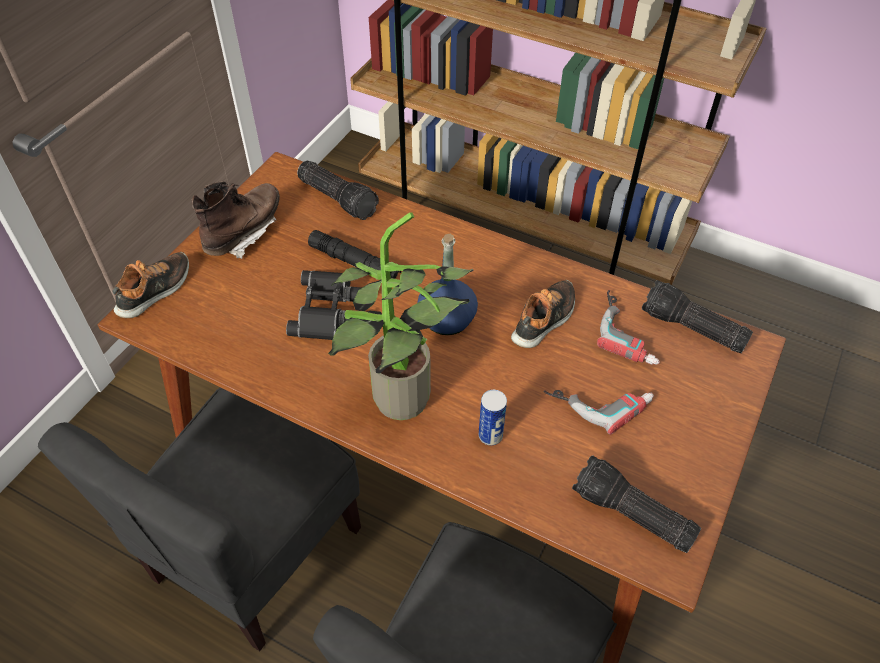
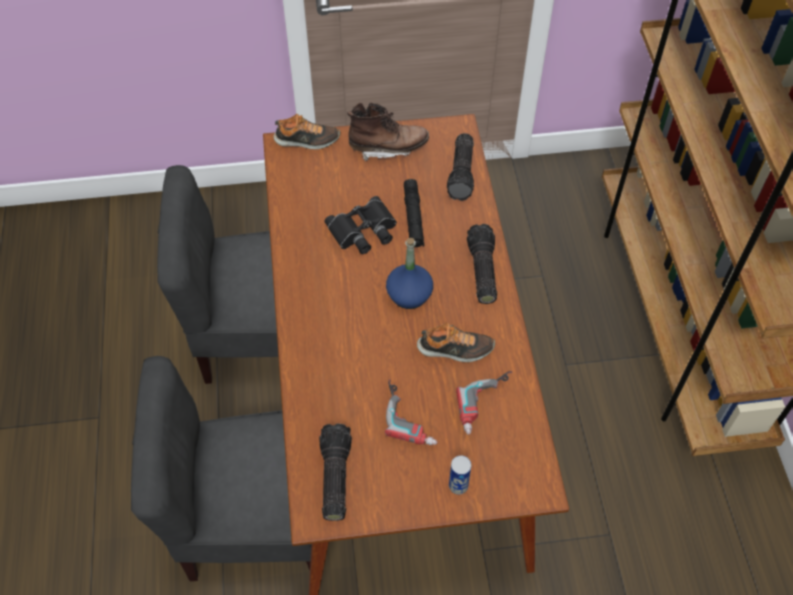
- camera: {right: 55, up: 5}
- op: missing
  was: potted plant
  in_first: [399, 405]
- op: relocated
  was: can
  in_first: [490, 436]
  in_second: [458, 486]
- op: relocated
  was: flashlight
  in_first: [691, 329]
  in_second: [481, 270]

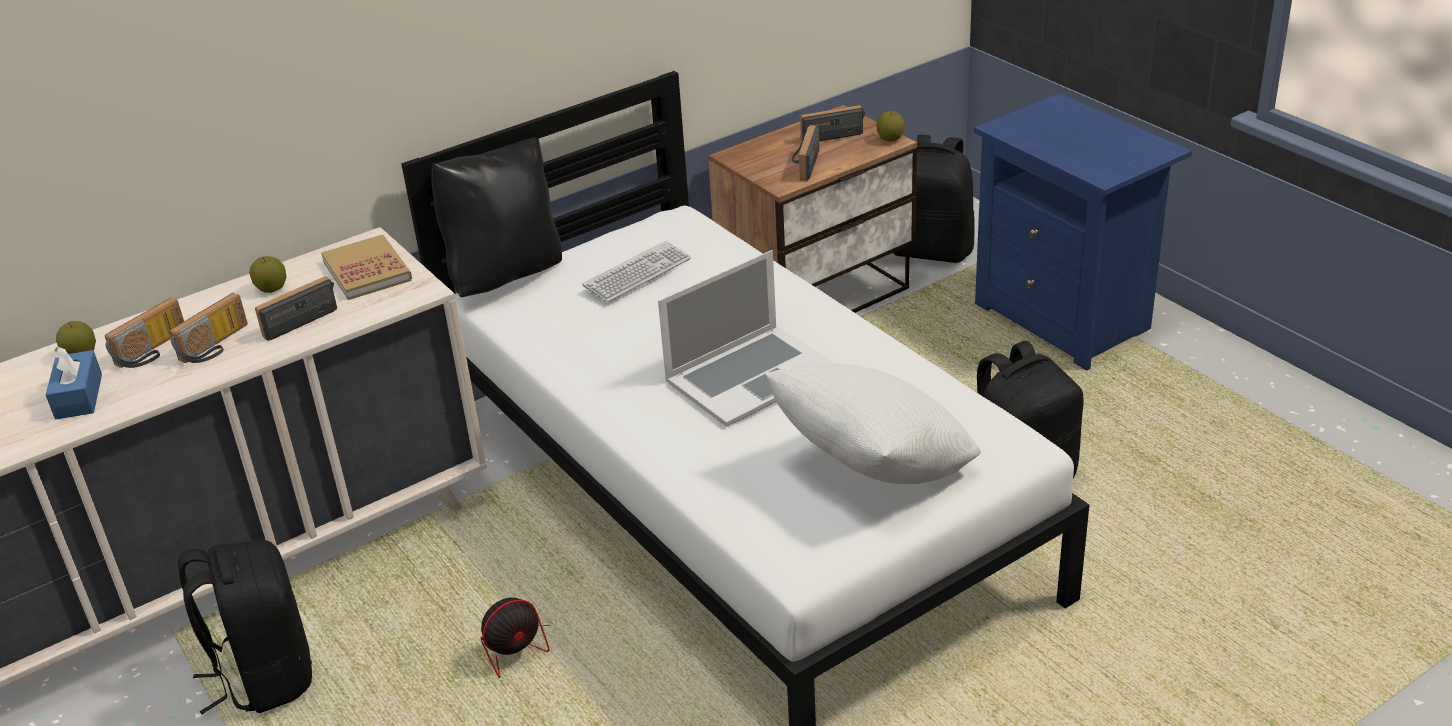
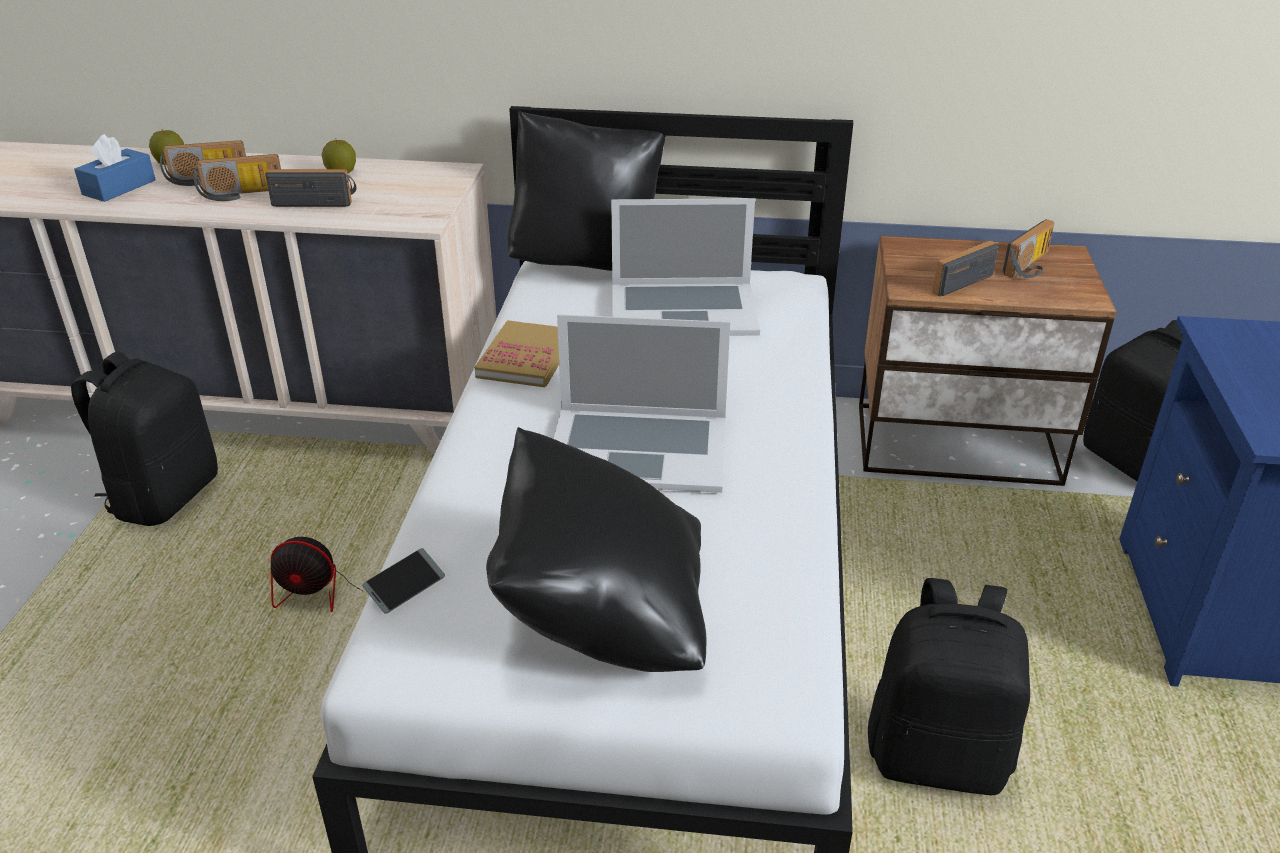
- camera: {right: 40, up: 0}
- op: relocated
  was: book
  in_first: [367, 271]
  in_second: [526, 358]
- op: exchanged
  was: keyboard
  now: laptop
  in_first: [637, 273]
  in_second: [683, 309]
- op: colour
  was: pillow (white)
  now: pillow (black)
  in_first: [873, 471]
  in_second: [603, 614]
- op: spun
  was: radio
  in_first: [832, 134]
  in_second: [1031, 267]
  clockwise: 105
- op: missing
  was: apple
  in_first: [890, 139]
- op: appeared
  now: phone
  in_second: [405, 587]

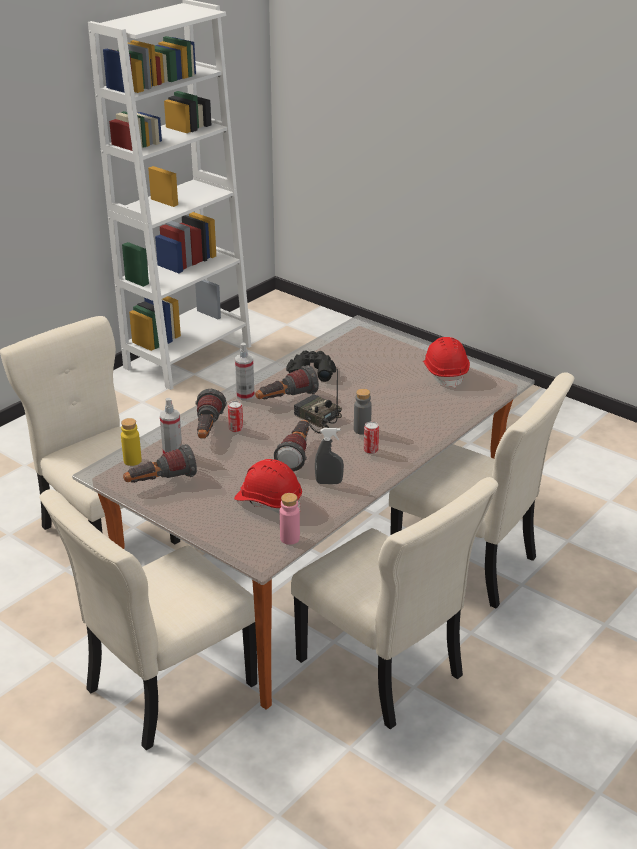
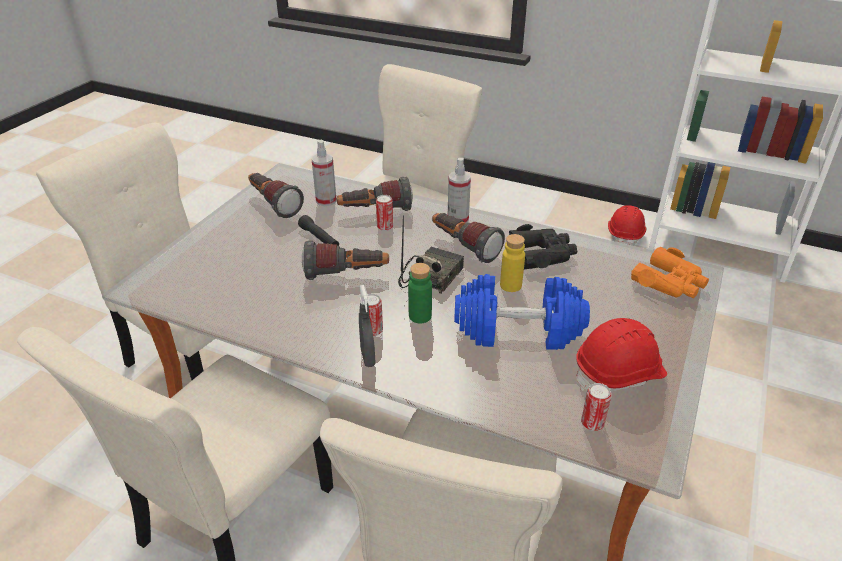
- camera: {right: 75, up: 5}
- op: relocated
  was: bottle (yellow)
  in_first: [132, 461]
  in_second: [510, 285]
- op: relocated
  was: hard hat (red)
  in_first: [268, 501]
  in_second: [625, 235]
- op: missing
  was: bottle (pink)
  in_first: [290, 538]
- op: relocated
  was: spray bottle (grey)
  in_first: [329, 482]
  in_second: [367, 357]
- op: colour
  was: bottle (grey)
  now: bottle (green)
  in_first: [362, 430]
  in_second: [420, 316]
- op: appeared
  now: flashlight (black)
  in_second: [319, 239]
- op: appeared
  now: dumbbell (blue)
  in_second: [518, 330]
- op: appeared
  now: can
  in_second: [592, 423]
- op: appeared
  now: binoculars (orange)
  in_second: [669, 282]

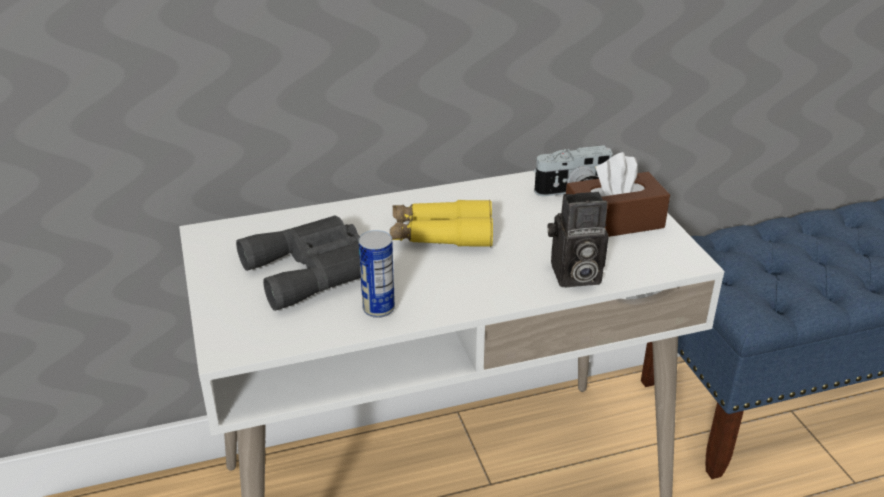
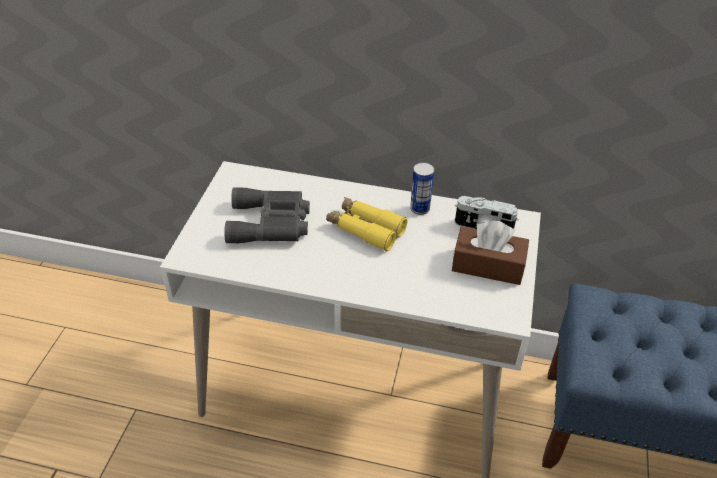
- camera: {right: 30, up: 10}
- op: relocated
  was: can
  in_first: [378, 308]
  in_second: [420, 209]
- op: missing
  was: photo camera
  in_first: [573, 276]

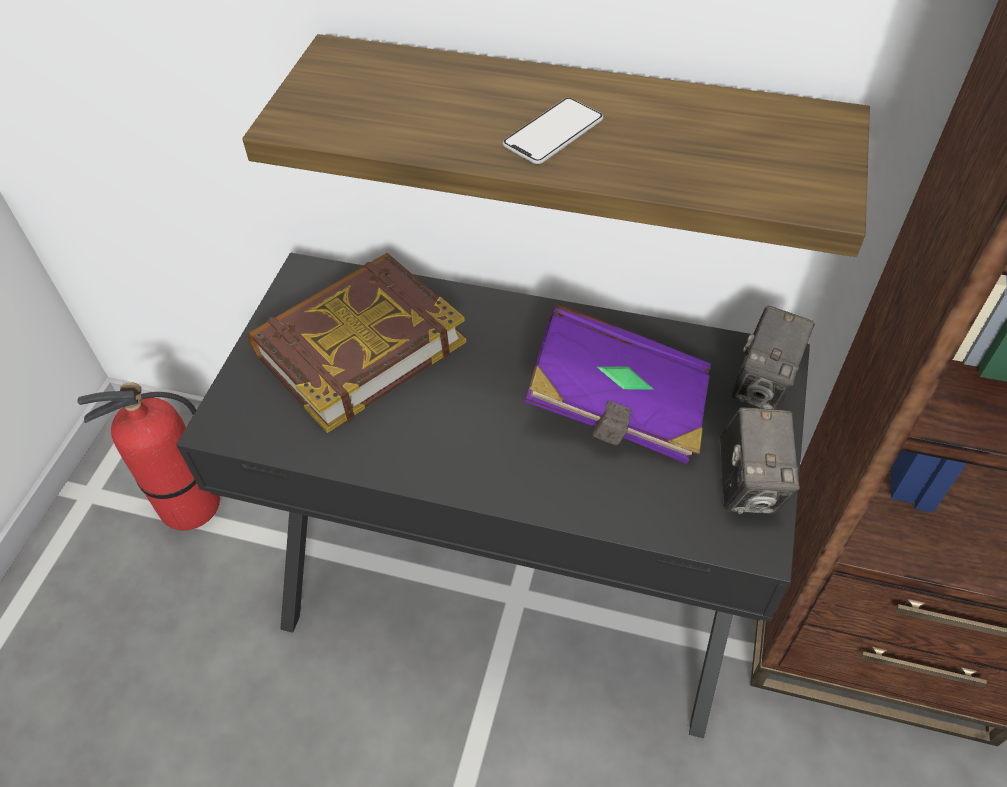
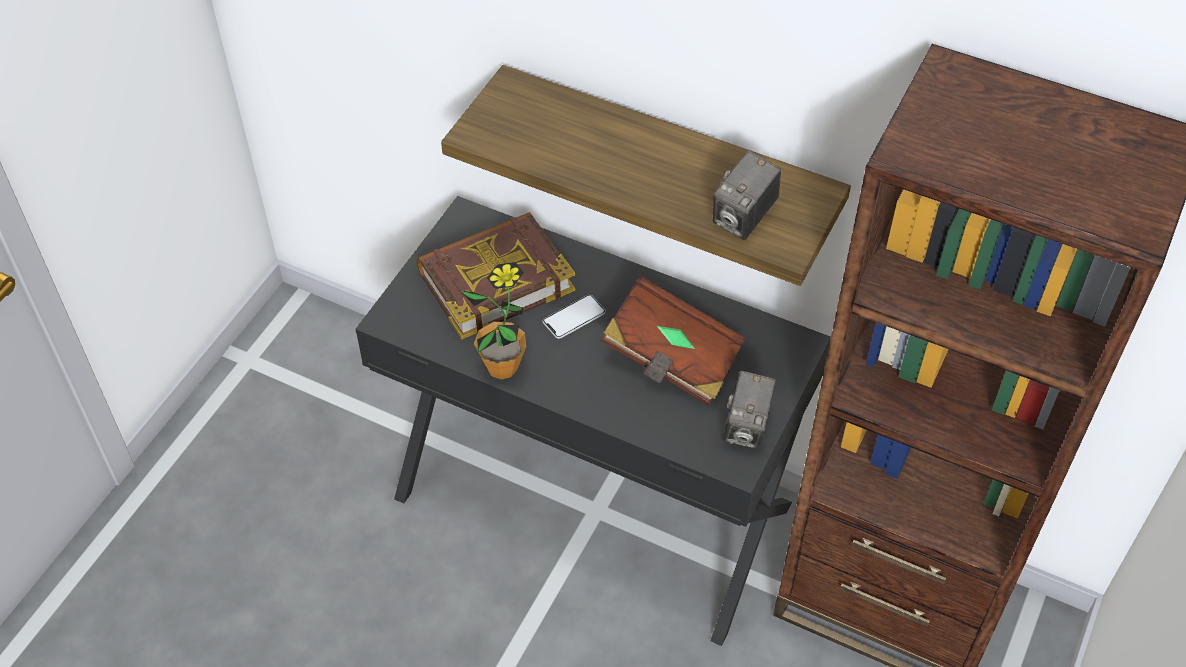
- camera: {right: 10, up: 0}
- op: missing
  was: fire extinguisher
  in_first: [190, 506]
- op: relocated
  was: phone
  in_first: [553, 133]
  in_second: [574, 317]
- op: colour
  was: book (purple)
  now: book (brown)
  in_first: [617, 408]
  in_second: [672, 358]
- op: relocated
  was: photo camera
  in_first: [763, 386]
  in_second: [744, 219]
- op: appeared
  now: potted plant
  in_second: [502, 366]

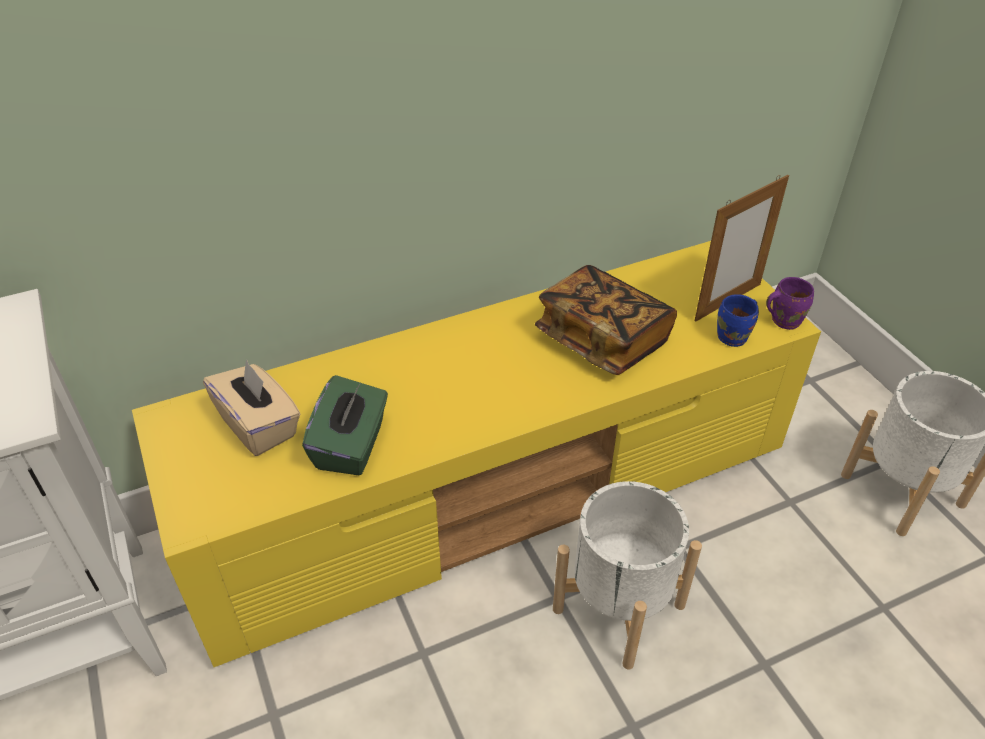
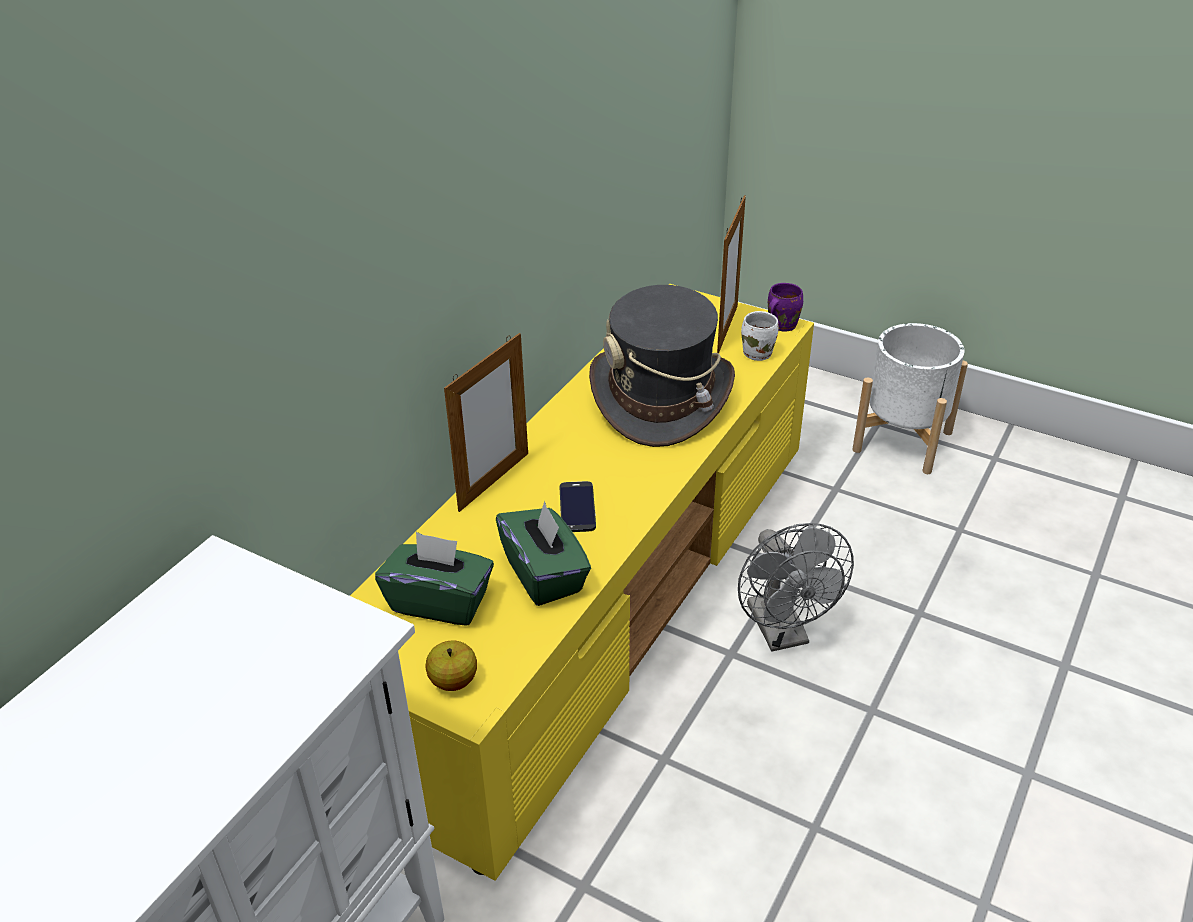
- camera: {right: -35, up: -5}
- op: colour
  was: tissue box (beige)
  now: tissue box (green)
  in_first: [259, 425]
  in_second: [440, 602]
- op: exchanged
  was: book
  now: hat (grey)
  in_first: [602, 339]
  in_second: [661, 398]
- op: exchanged
  was: planter (white)
  now: fan (grey)
  in_first: [618, 606]
  in_second: [783, 633]
- op: colour
  was: mug (blue)
  now: mug (white)
  in_first: [735, 337]
  in_second: [759, 353]
- op: appeared
  now: apple
  in_second: [453, 681]
- op: appeared
  now: picture frame
  in_second: [494, 481]
- op: appeared
  now: phone
  in_second: [577, 507]

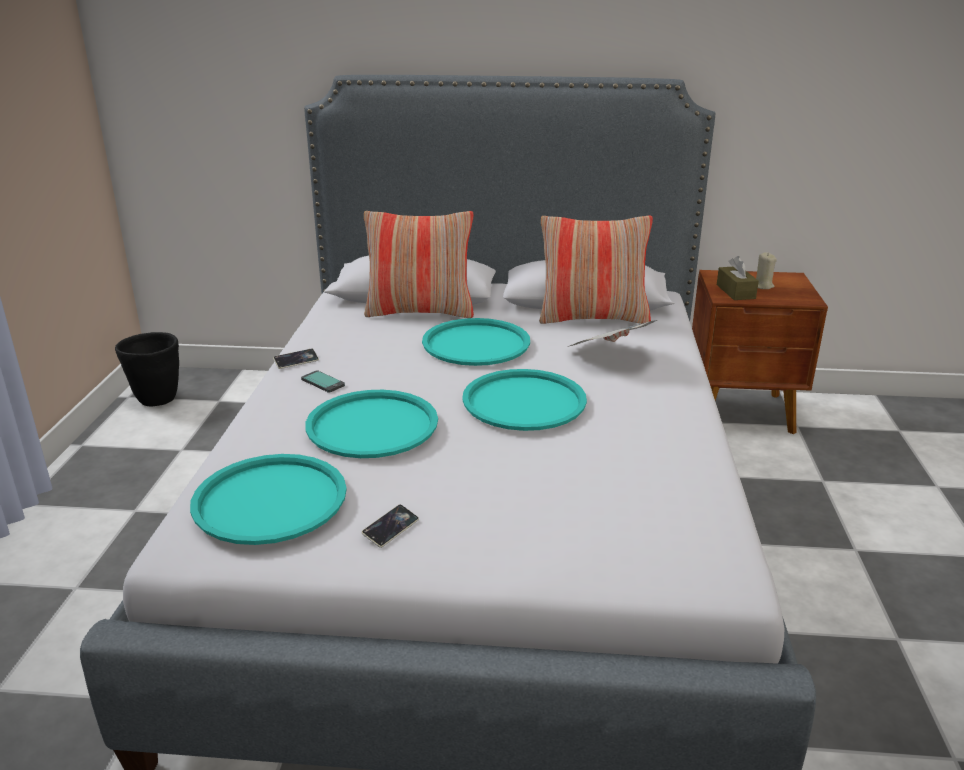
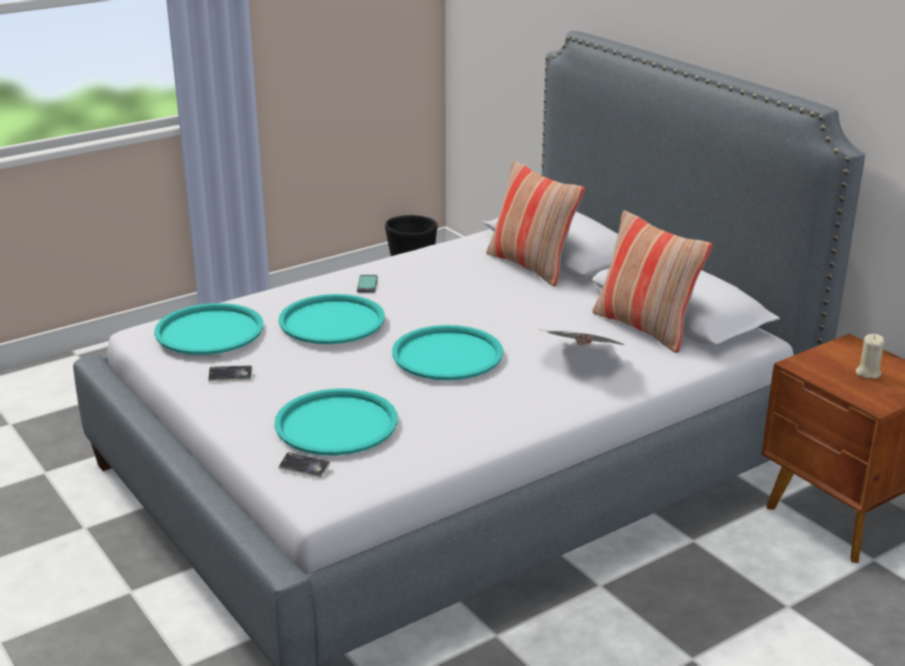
- camera: {right: 50, up: 0}
- op: relocated
  was: phone
  in_first: [296, 361]
  in_second: [304, 468]
- op: relocated
  was: tray (turquoise)
  in_first: [476, 343]
  in_second: [336, 424]
- op: missing
  was: tissue box (brown)
  in_first: [735, 292]

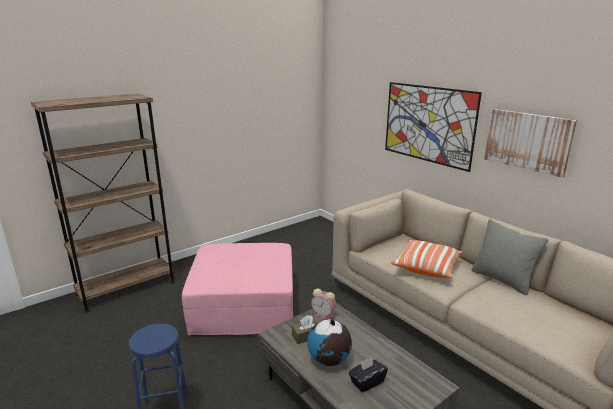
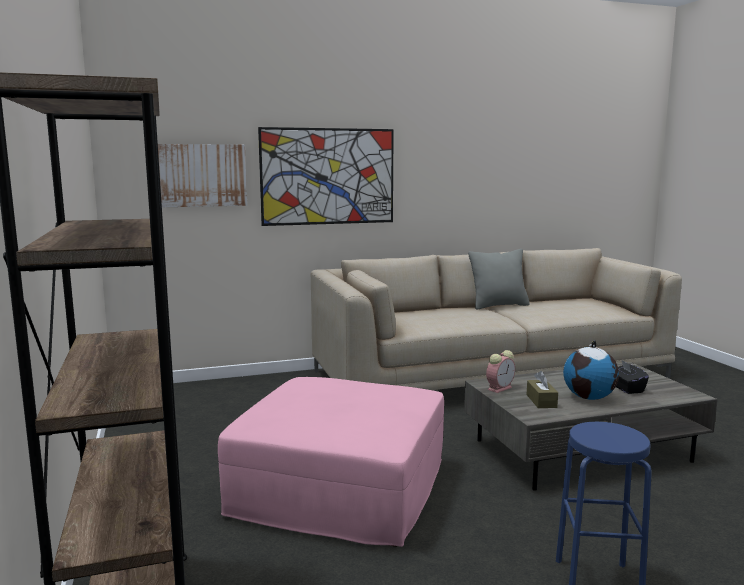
- camera: {right: -70, up: -10}
- op: missing
  was: pillow
  in_first: [426, 267]
- op: relocated
  was: picture
  in_first: [527, 141]
  in_second: [199, 175]

